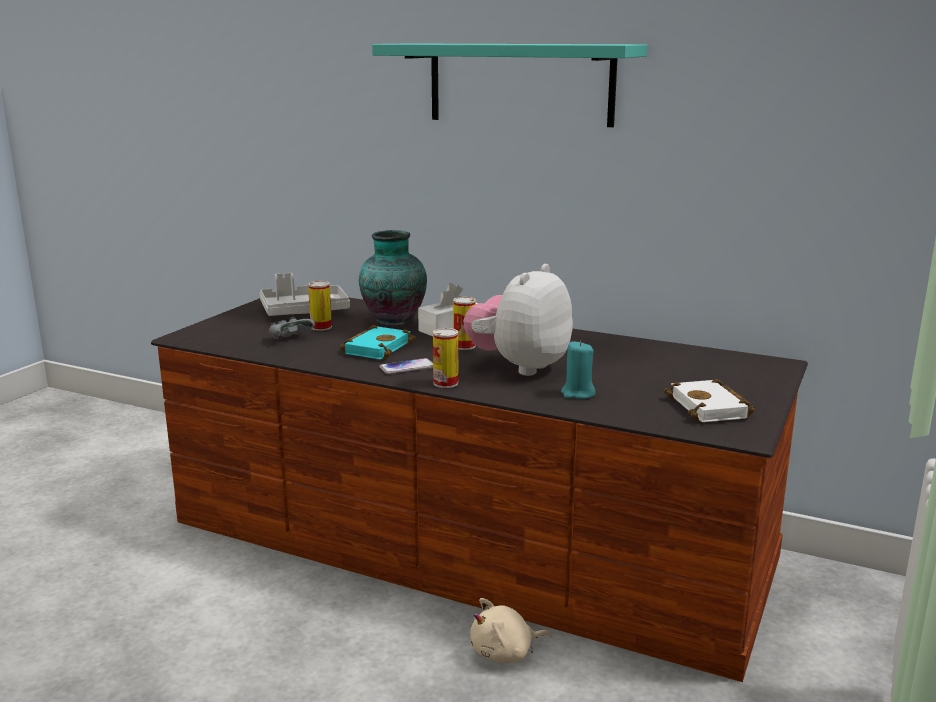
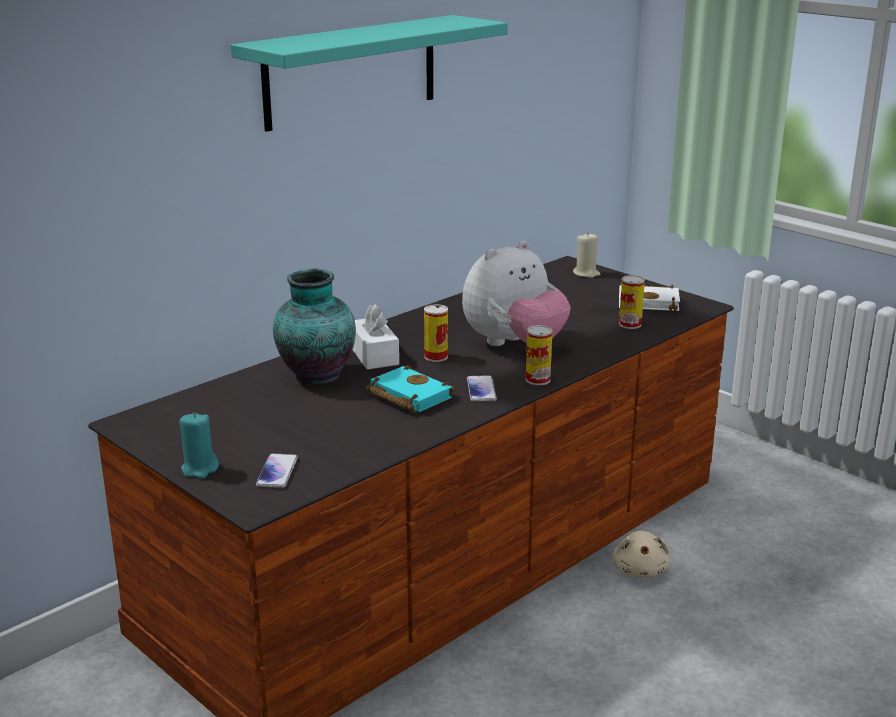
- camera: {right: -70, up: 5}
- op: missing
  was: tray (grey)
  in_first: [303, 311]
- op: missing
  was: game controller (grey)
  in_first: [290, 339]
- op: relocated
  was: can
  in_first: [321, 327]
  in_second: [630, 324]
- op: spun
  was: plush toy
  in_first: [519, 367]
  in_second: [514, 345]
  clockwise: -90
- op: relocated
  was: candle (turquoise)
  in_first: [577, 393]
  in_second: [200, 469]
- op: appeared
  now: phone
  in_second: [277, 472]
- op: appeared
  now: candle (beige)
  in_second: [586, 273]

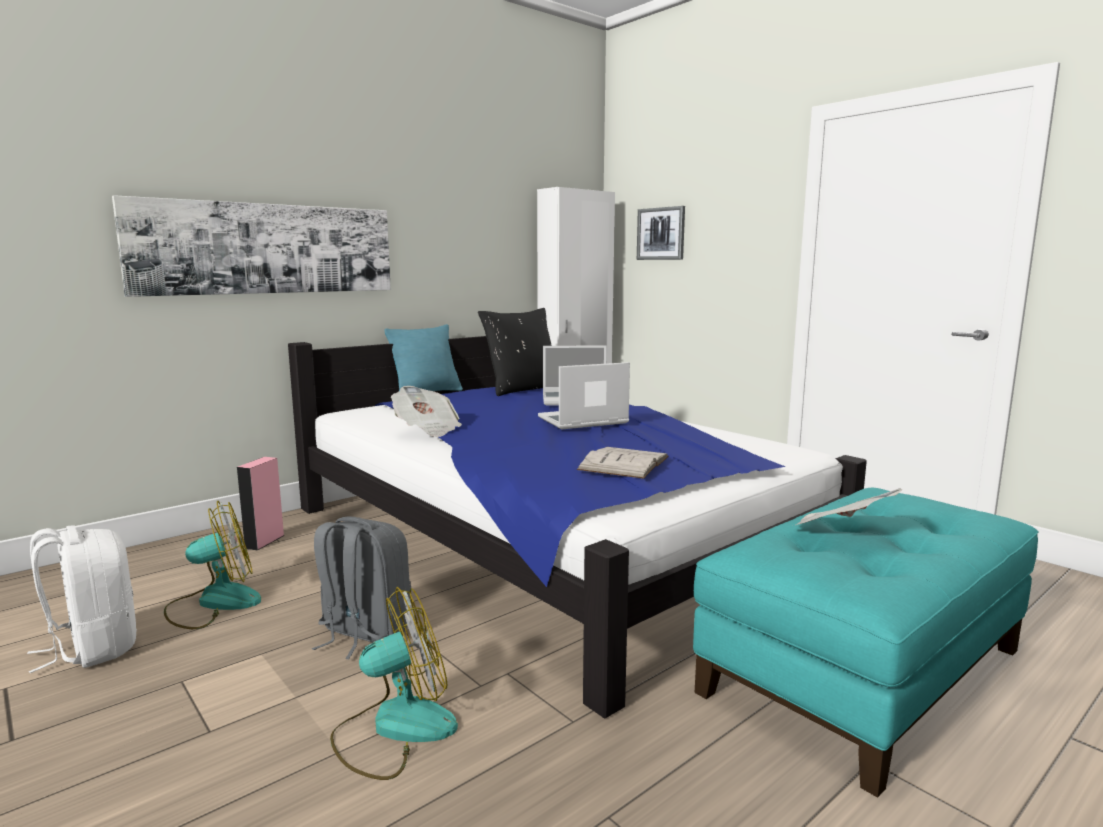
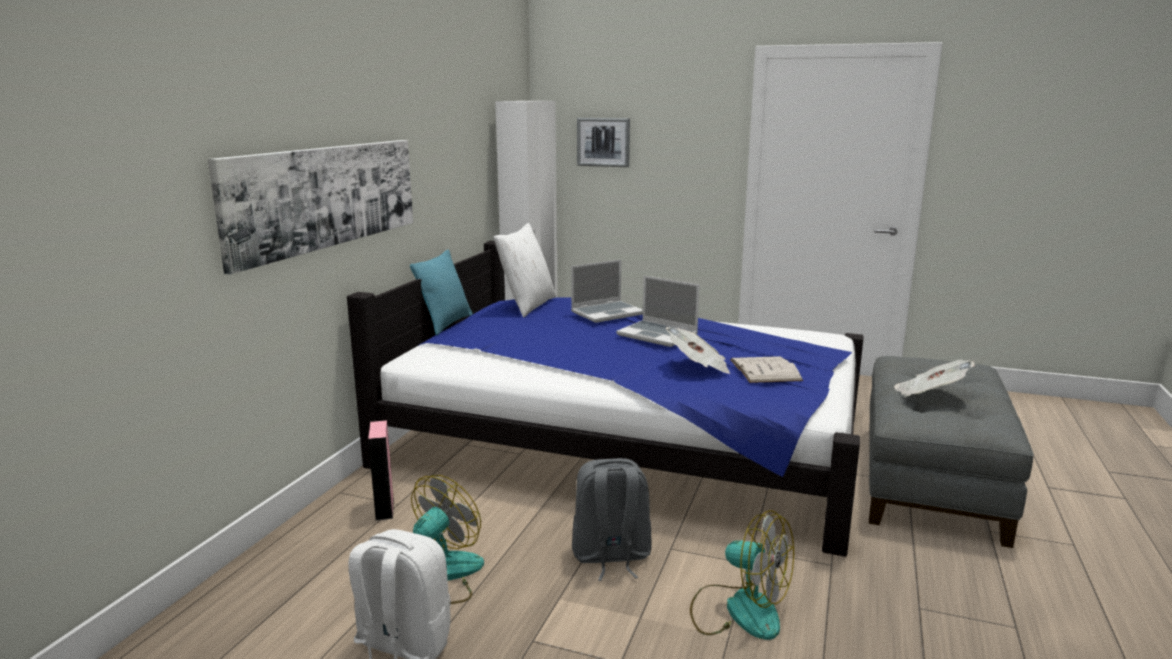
- camera: {right: -30, up: 5}
- op: spun
  was: fan
  in_first: [394, 728]
  in_second: [739, 610]
  clockwise: 90
- op: relocated
  was: newspaper
  in_first: [427, 429]
  in_second: [698, 367]
- op: colour
  was: pillow (black)
  now: pillow (white)
  in_first: [522, 389]
  in_second: [527, 305]
- op: spun
  was: laptop
  in_first: [582, 421]
  in_second: [658, 335]
  clockwise: -90
- op: colour
  was: ottoman (turquoise)
  now: ottoman (grey)
  in_first: [862, 669]
  in_second: [928, 480]

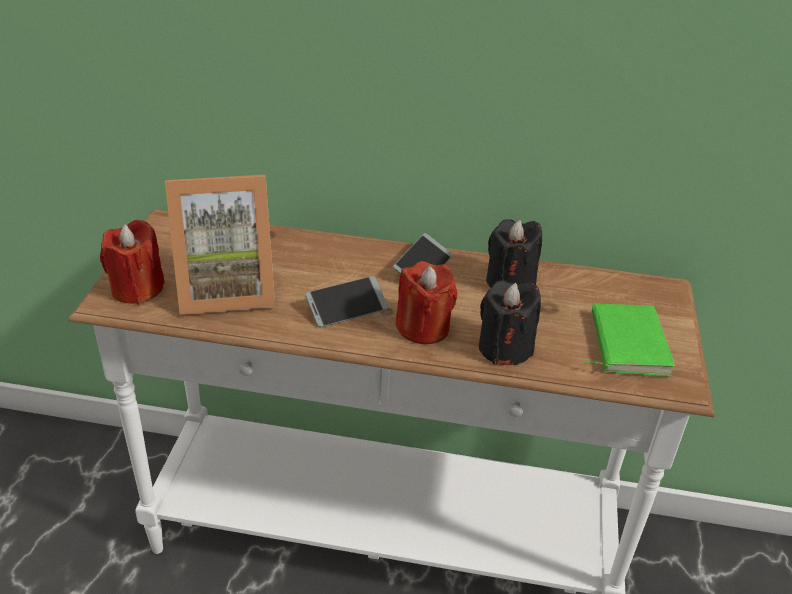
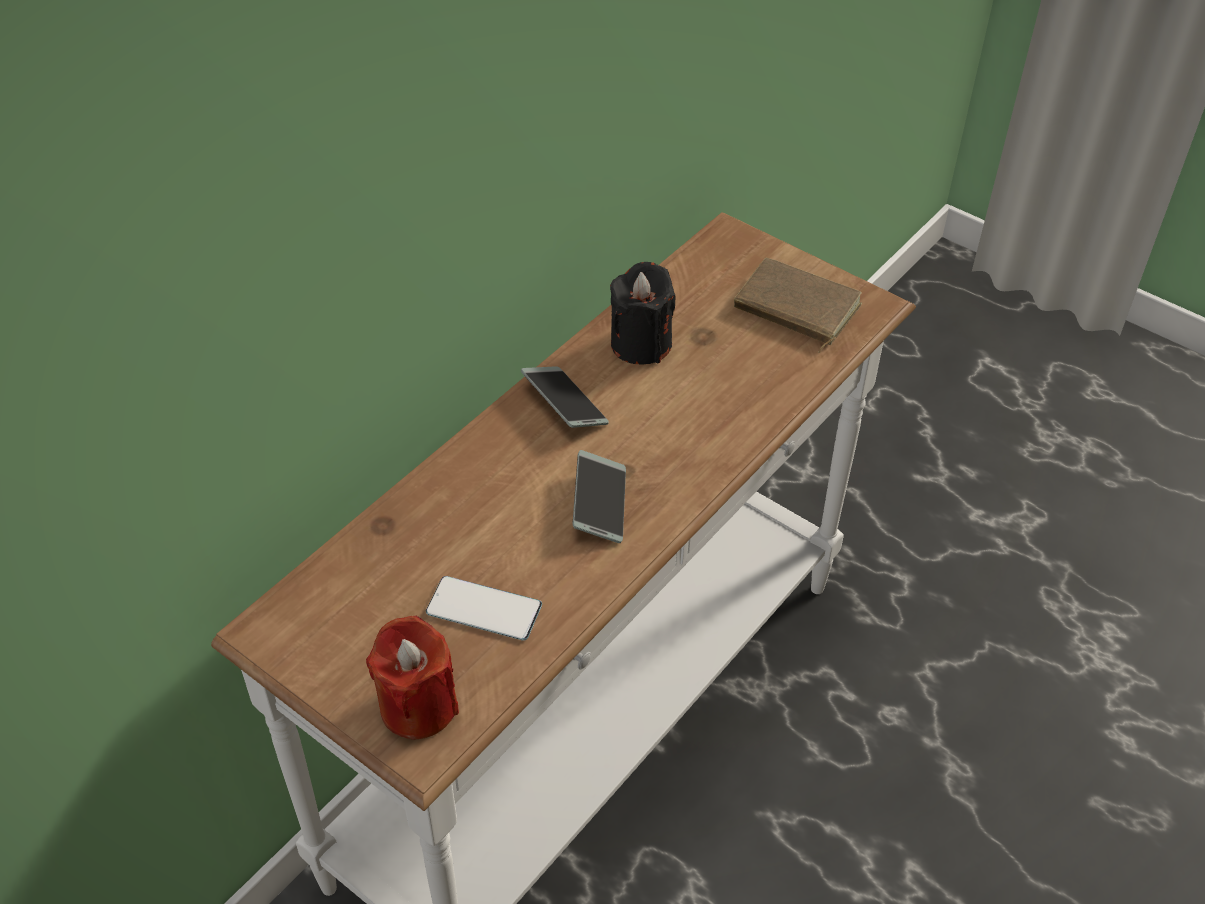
- camera: {right: -60, up: 10}
- op: exchanged
  was: picture frame
  now: phone
  in_first: [226, 289]
  in_second: [484, 609]
- op: missing
  was: candle (red)
  in_first: [423, 328]
- op: missing
  was: candle (black)
  in_first: [505, 348]
- op: colour
  was: book (green)
  now: book (brown)
  in_first: [625, 343]
  in_second: [794, 309]

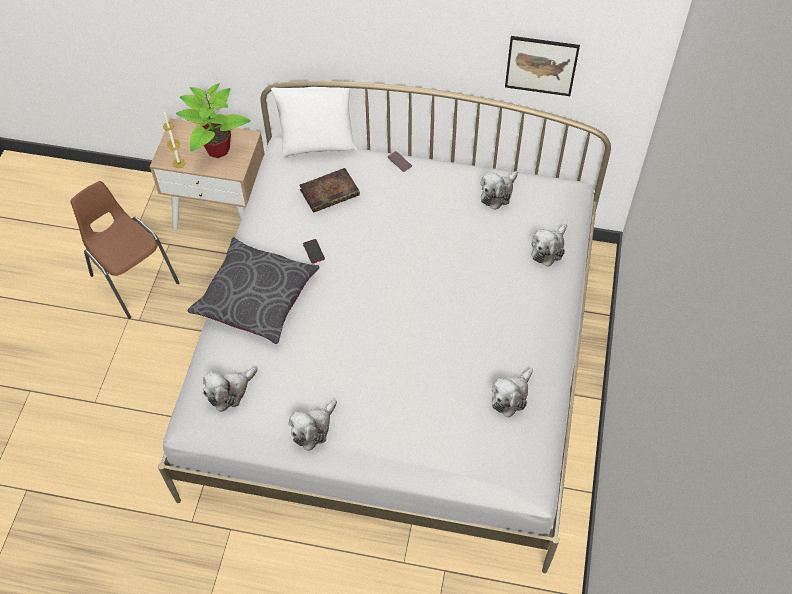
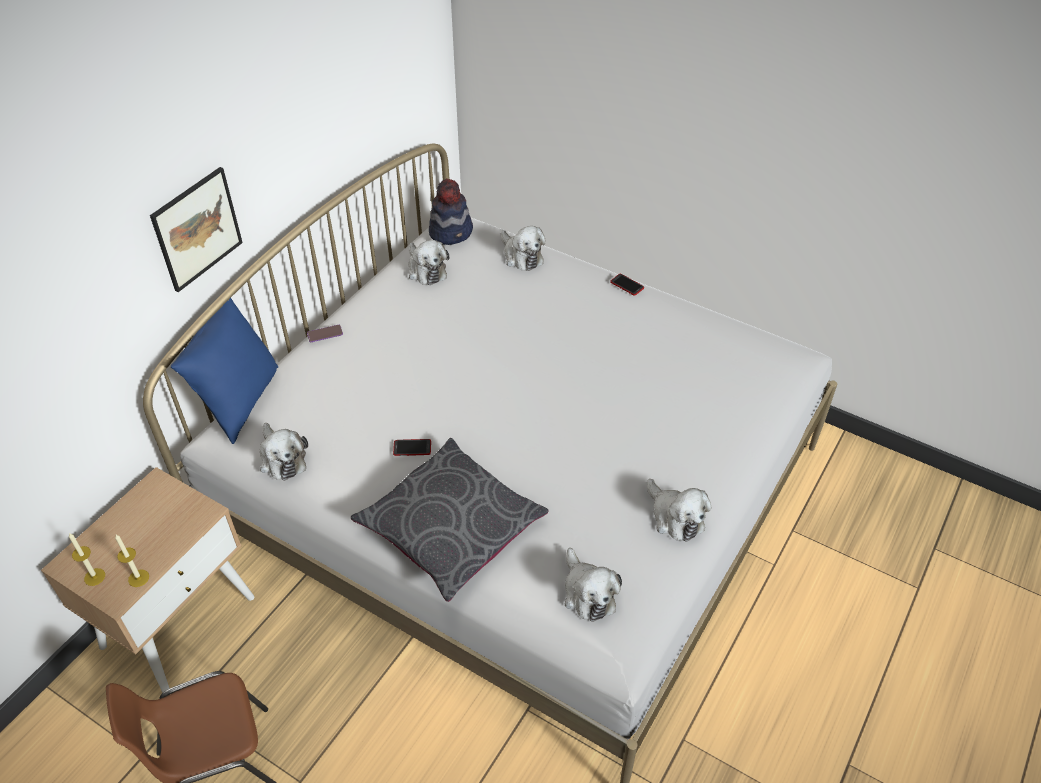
- camera: {right: -70, up: -10}
- op: missing
  was: potted plant
  in_first: [217, 149]
- op: colour
  was: pillow (white)
  now: pillow (blue)
  in_first: [317, 145]
  in_second: [240, 402]
- op: missing
  was: book
  in_first: [330, 192]
- op: relocated
  was: plush toy
  in_first: [511, 396]
  in_second: [282, 458]
- op: relocated
  was: picture
  in_first: [541, 65]
  in_second: [197, 229]
- op: appeared
  now: hat
  in_second: [451, 232]
- op: appeared
  now: phone
  in_second: [627, 285]

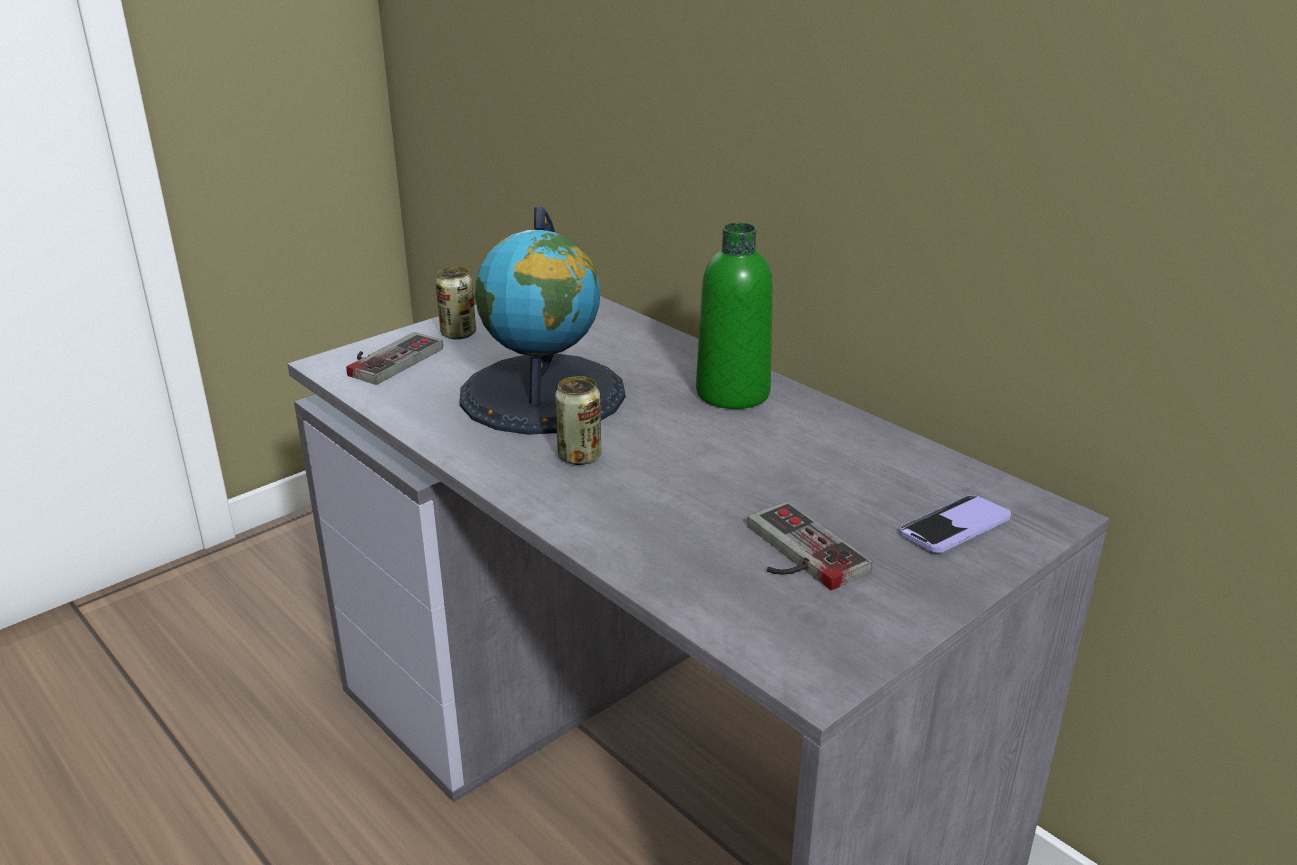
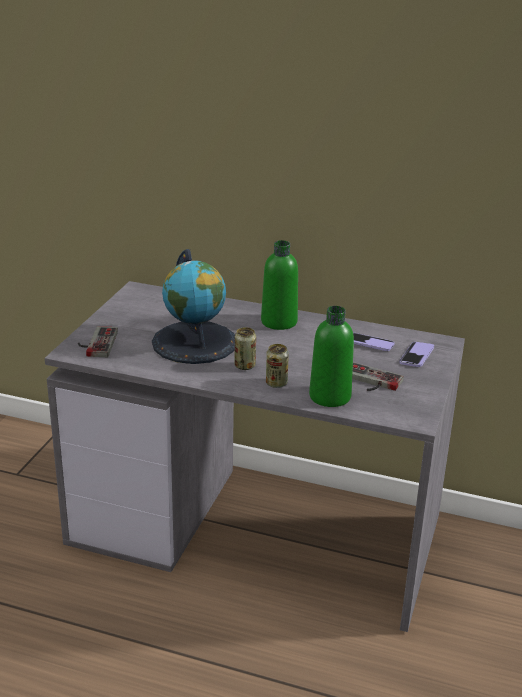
- camera: {right: -30, up: 0}
- op: relocated
  was: can
  in_first: [458, 334]
  in_second: [276, 383]
- op: appeared
  now: bottle (green)
  in_second: [330, 396]
- op: appeared
  now: phone
  in_second: [369, 343]

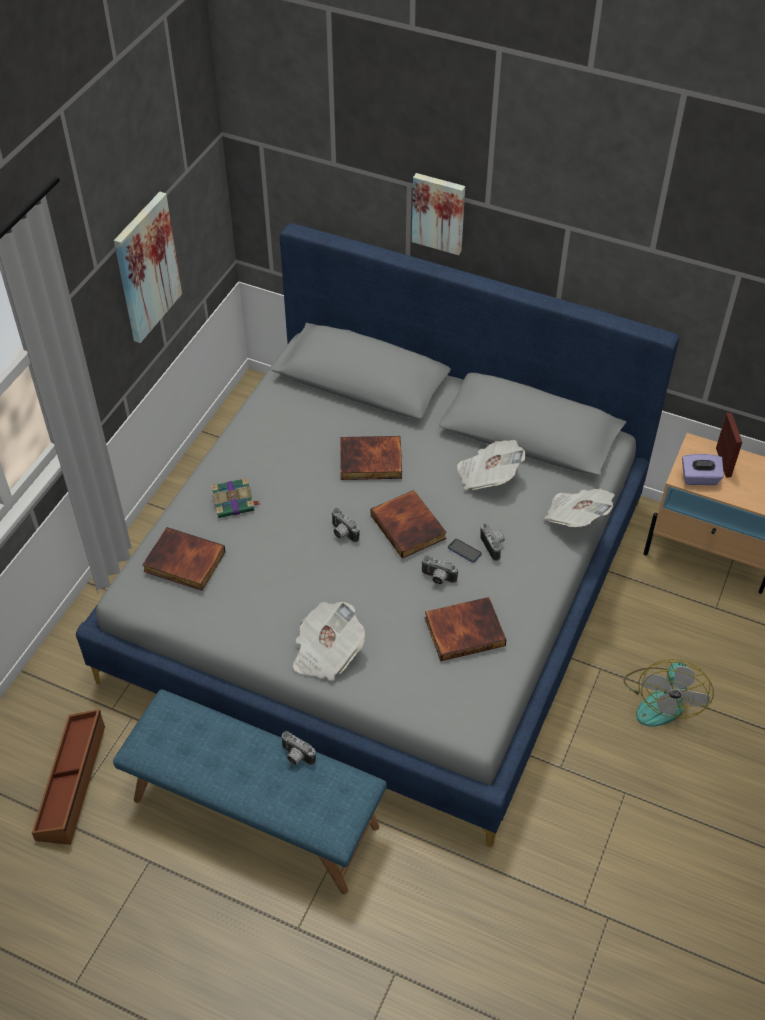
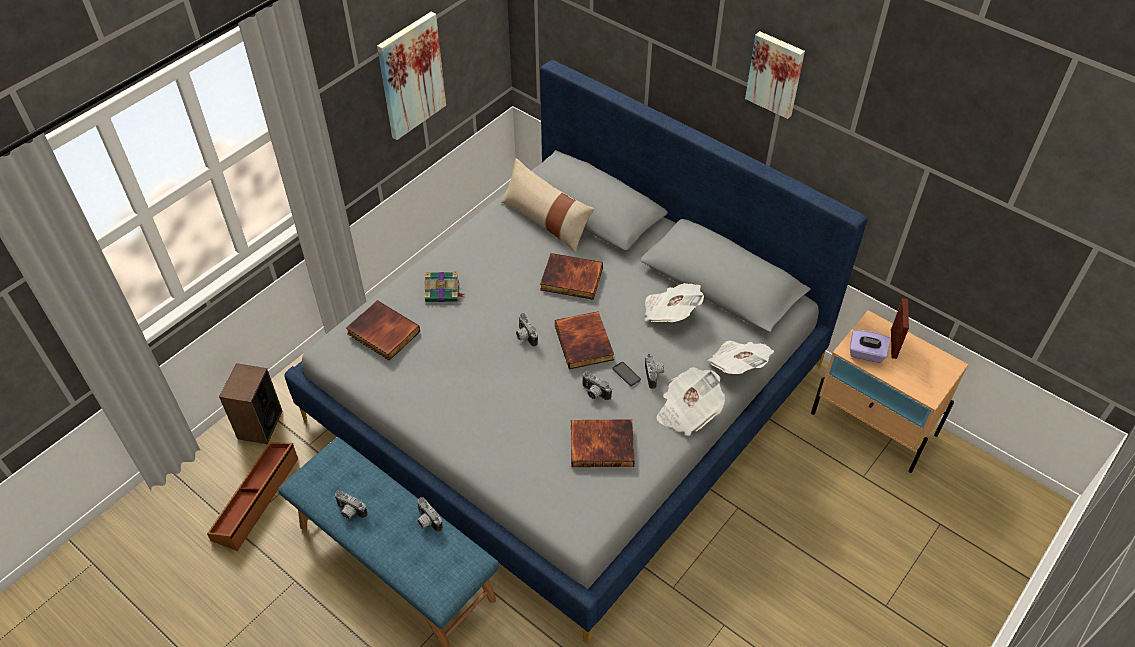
- camera: {right: 15, up: 0}
- op: relocated
  was: newspaper
  in_first: [326, 653]
  in_second: [687, 411]
- op: relocated
  was: picture
  in_first: [439, 212]
  in_second: [775, 74]
- op: missing
  was: fan
  in_first: [662, 699]
- op: appeared
  now: speaker
  in_second: [259, 425]
- op: appeared
  now: photo camera
  in_second: [350, 512]
- op: appeared
  now: pillow (beige)
  in_second: [546, 221]

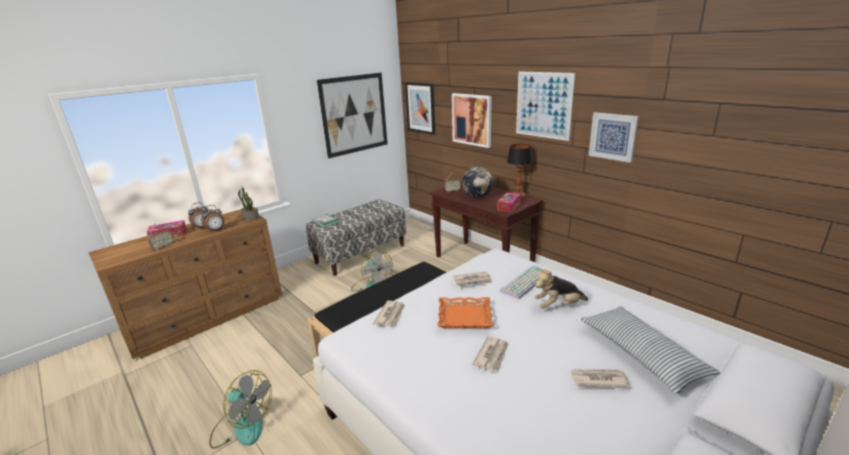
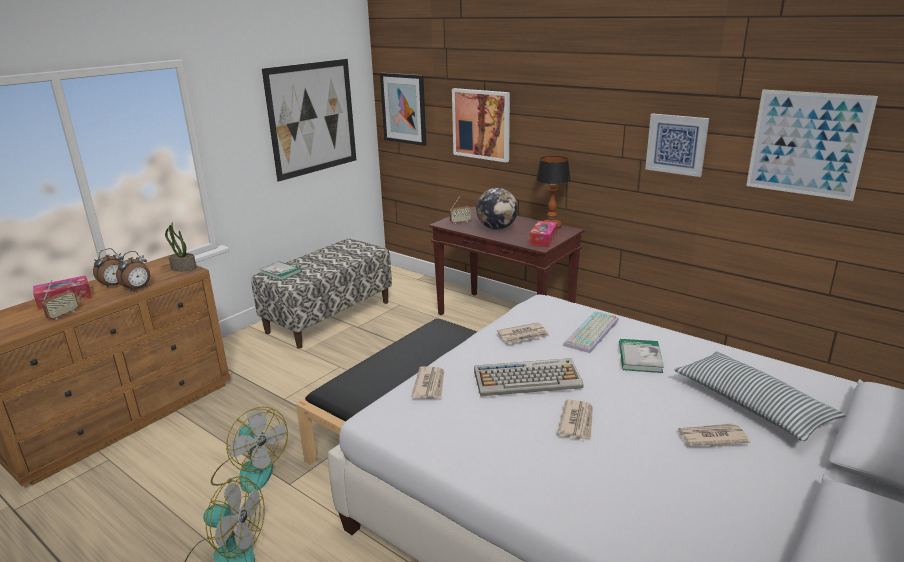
- camera: {right: -10, up: 0}
- op: relocated
  was: fan
  in_first: [371, 286]
  in_second: [250, 470]
- op: exchanged
  was: tray (orange)
  now: keyboard
  in_first: [464, 316]
  in_second: [528, 379]
- op: relocated
  was: picture
  in_first: [543, 105]
  in_second: [807, 144]
- op: exchanged
  was: plush toy
  now: book
  in_first: [558, 306]
  in_second: [640, 358]

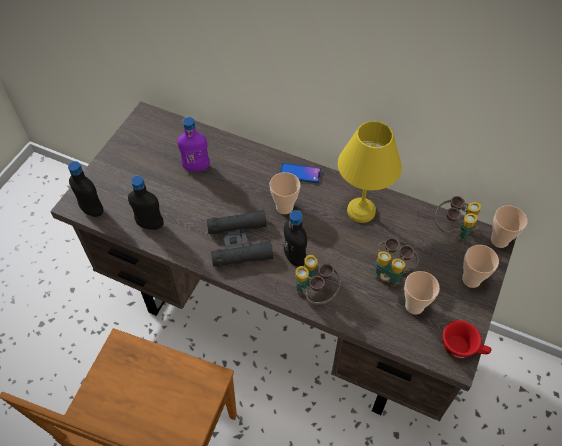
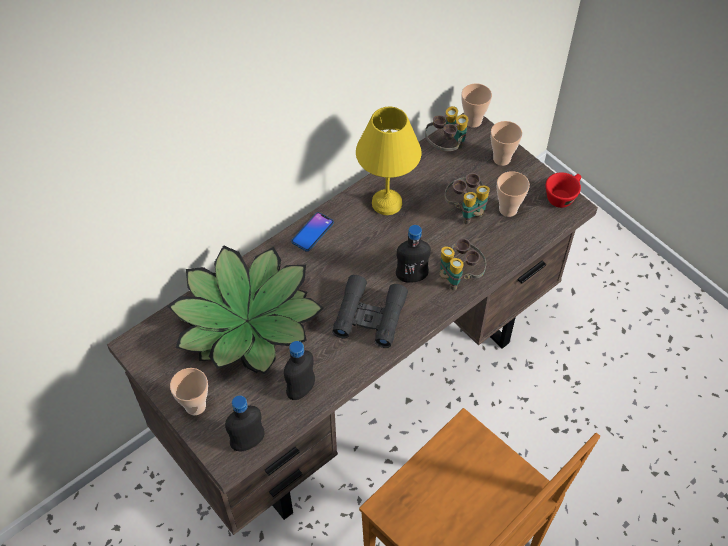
- camera: {right: -65, up: 0}
- op: exchanged
  was: bottle (purple)
  now: potted plant
  in_first: [196, 167]
  in_second: [247, 320]
- op: relocated
  was: cup
  in_first: [284, 207]
  in_second: [195, 406]

